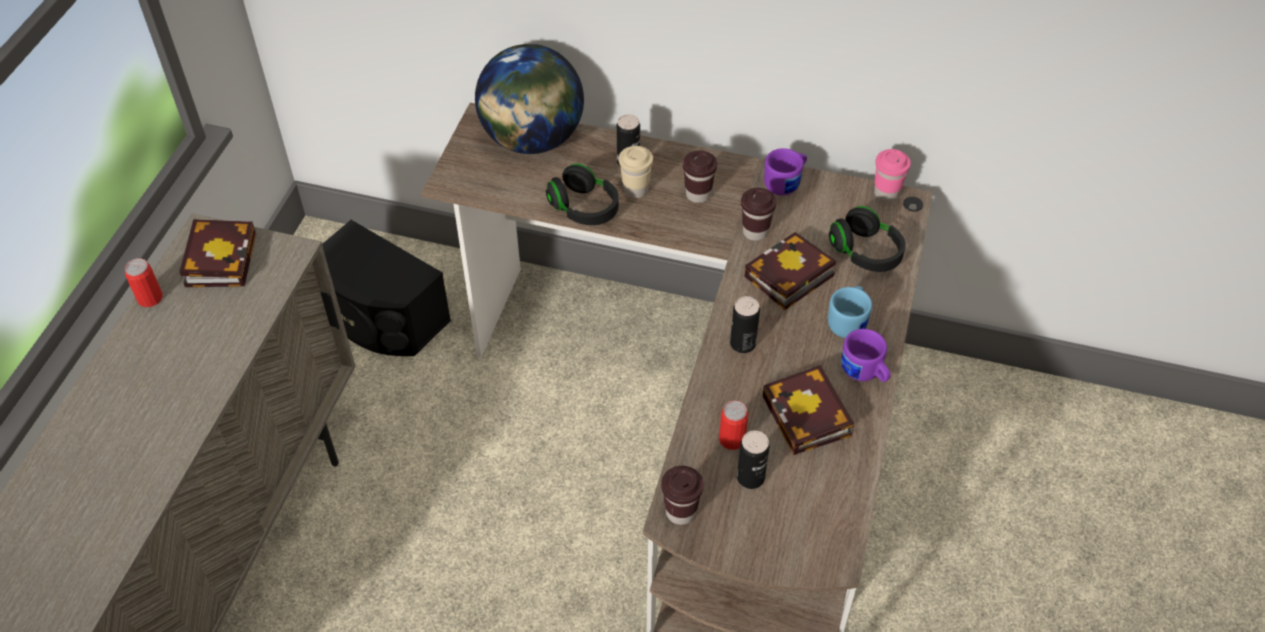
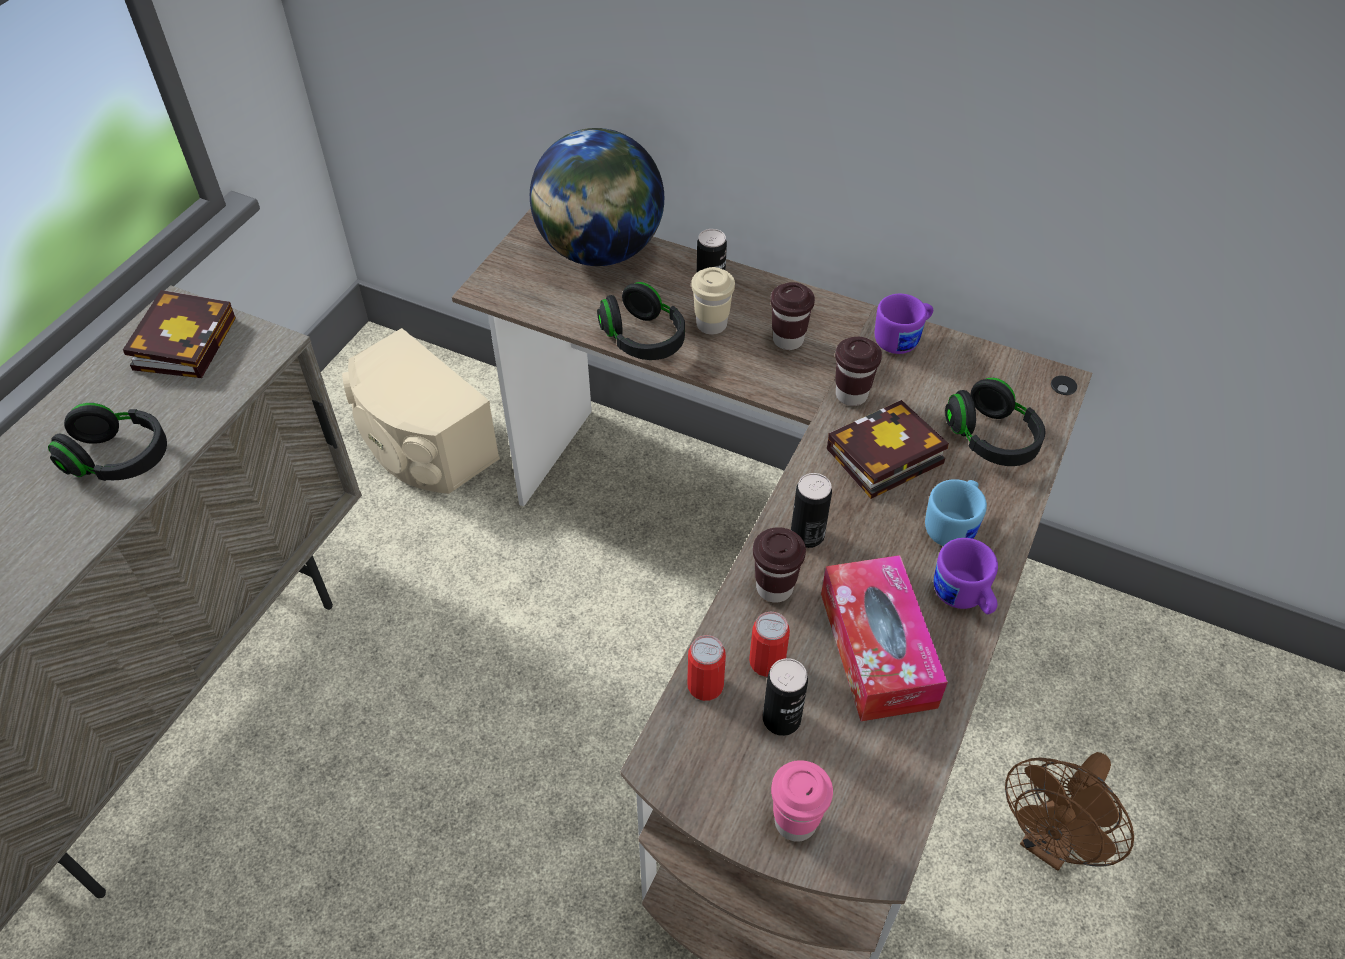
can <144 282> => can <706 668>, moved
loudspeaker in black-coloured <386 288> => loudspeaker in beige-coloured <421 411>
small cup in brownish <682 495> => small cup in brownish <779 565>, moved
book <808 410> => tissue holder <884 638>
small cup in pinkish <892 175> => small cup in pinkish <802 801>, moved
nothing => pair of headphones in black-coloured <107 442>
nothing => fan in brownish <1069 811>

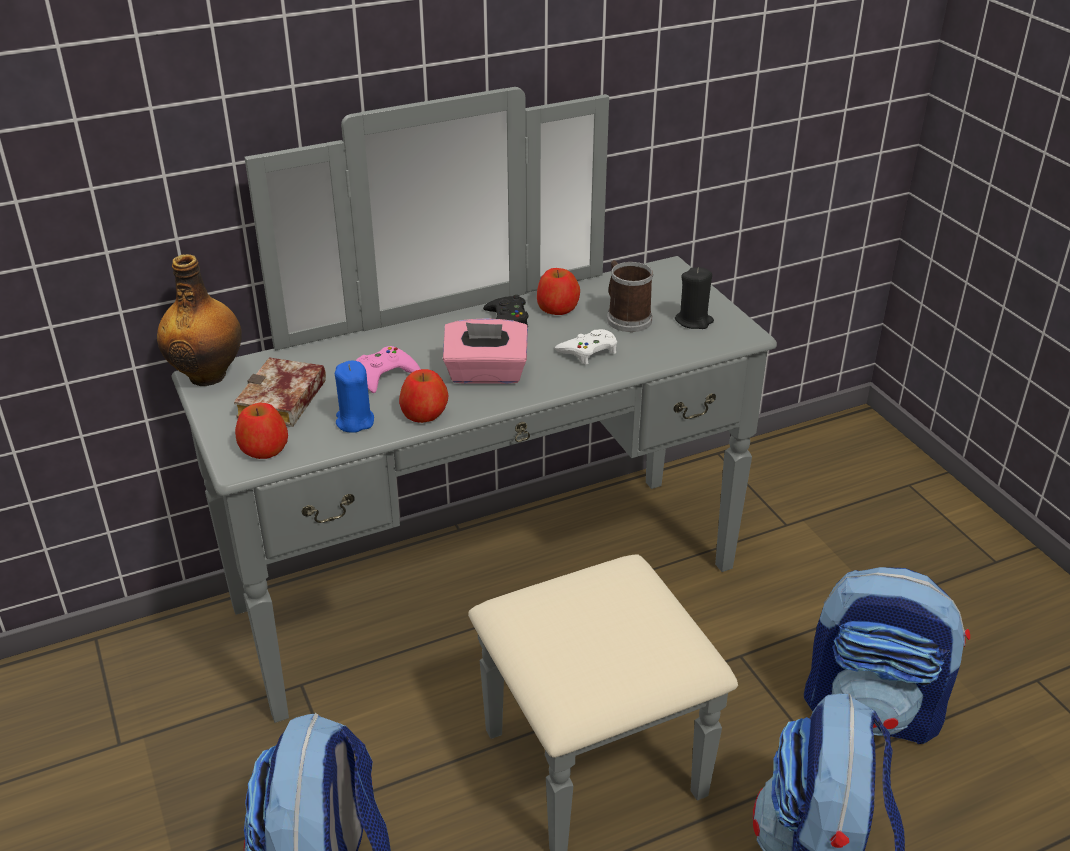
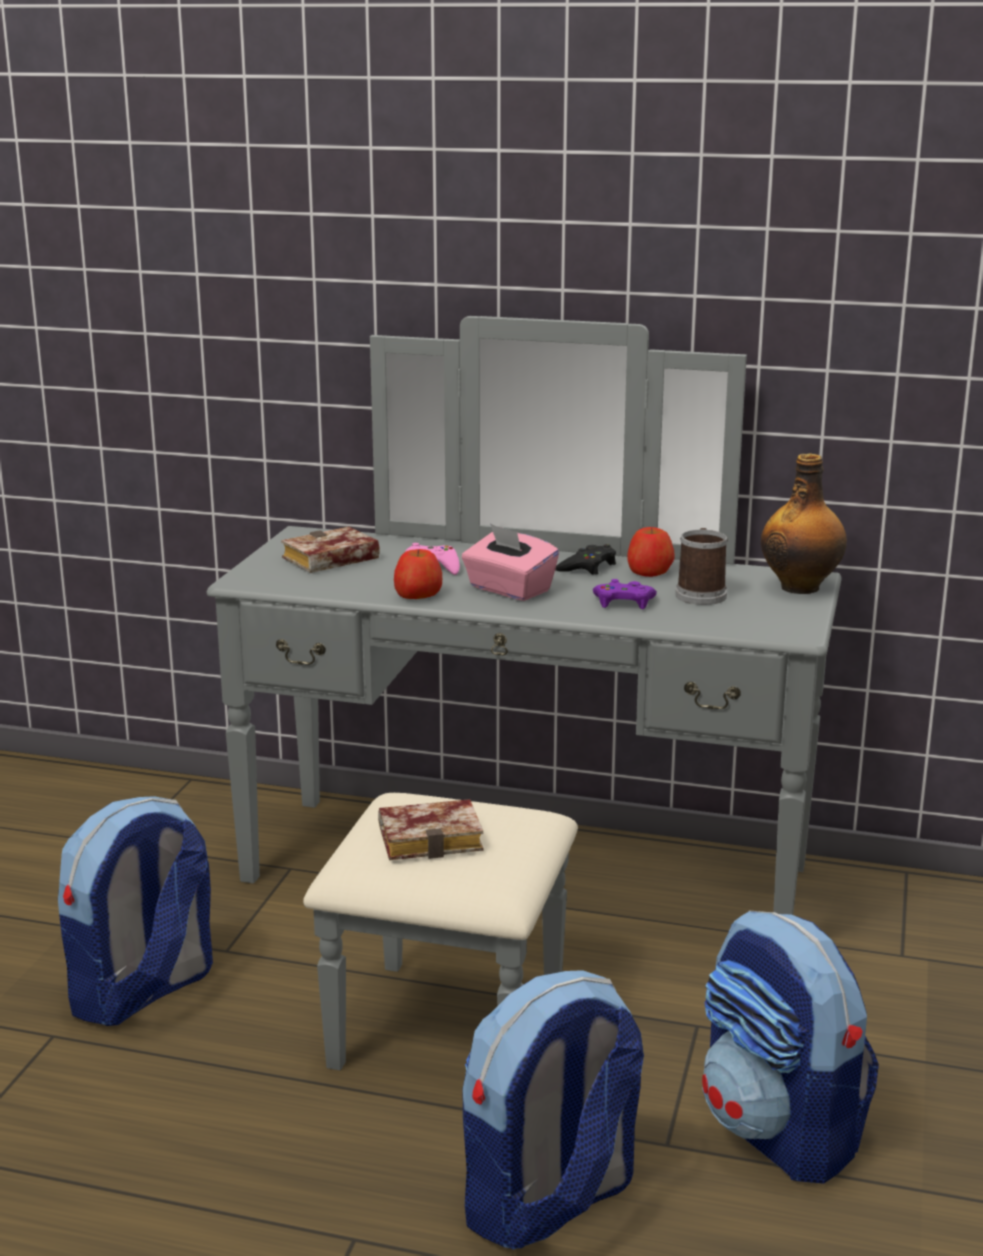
beverage bottle <199 320> => beverage bottle <804 523>, moved
apple <261 431> => nothing
wax candle in bluish <354 397> => nothing
gamepad in whitish <586 347> => gamepad in purple <625 594>
wax candle in black-coloured <694 298> => nothing
nothing => book <430 829>

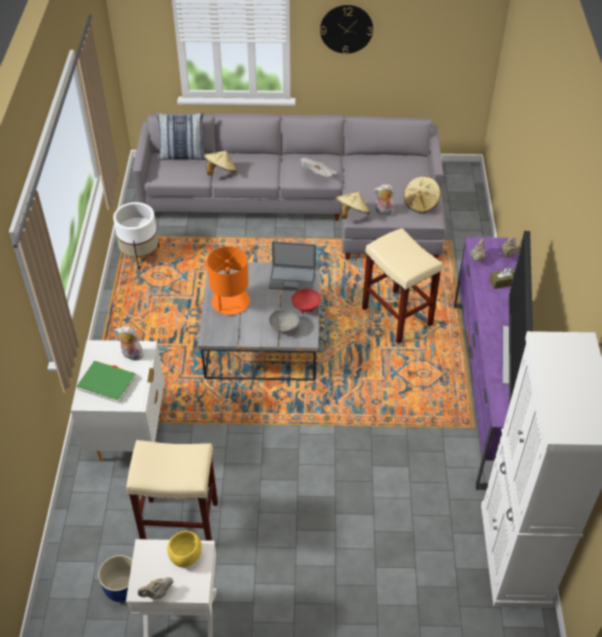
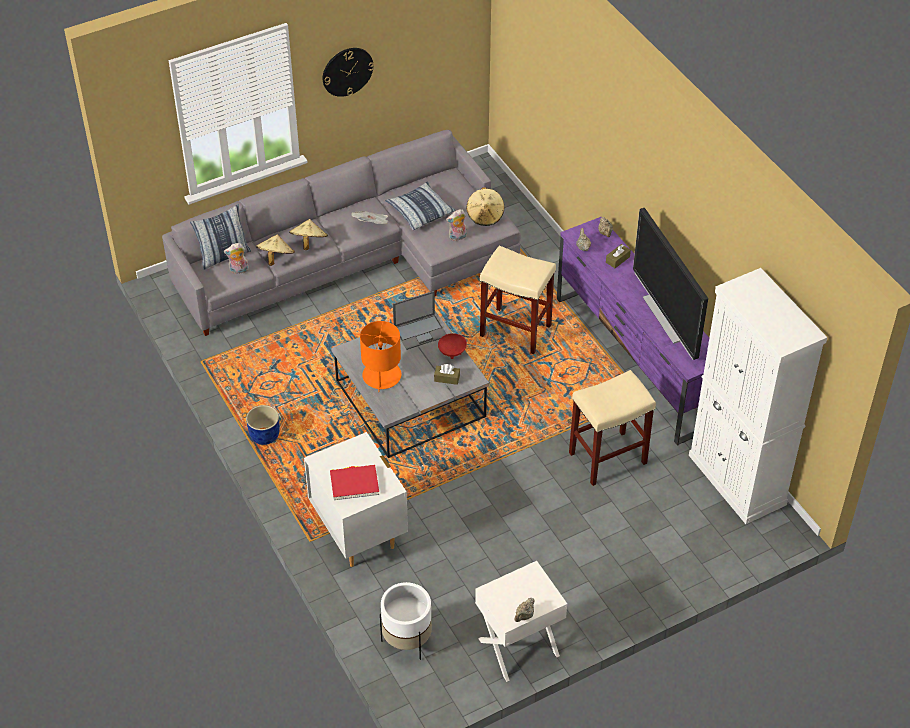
book in green <106 382> => book in red-coloured <354 482>
flower pot in bluish <115 578> => flower pot in bluish <263 425>, moved
flower pot in whitish <136 235> => flower pot in whitish <406 621>, moved
plush toy <129 343> => plush toy <236 258>, moved
sitting stool in beige-coloured <172 490> => sitting stool in beige-coloured <612 428>, moved
bowl in yellowish <184 549> => nothing
bowl in greyish <284 321> => tissue holder in brownish <447 374>
hat in beige-coloured <353 205> => hat in beige-coloured <308 234>, moved
nothing => throw pillow <420 206>

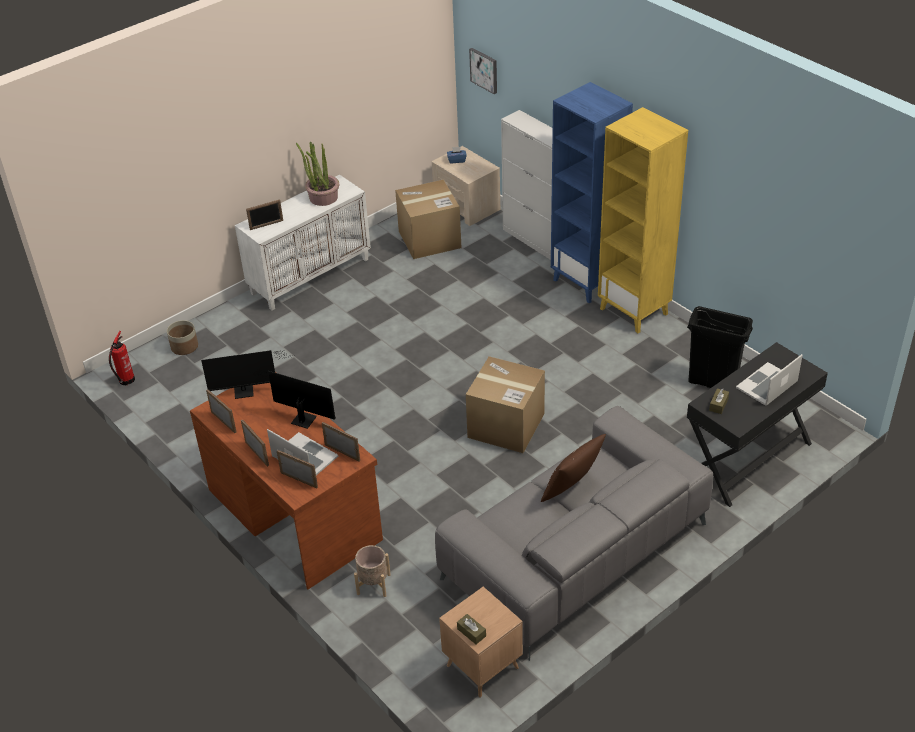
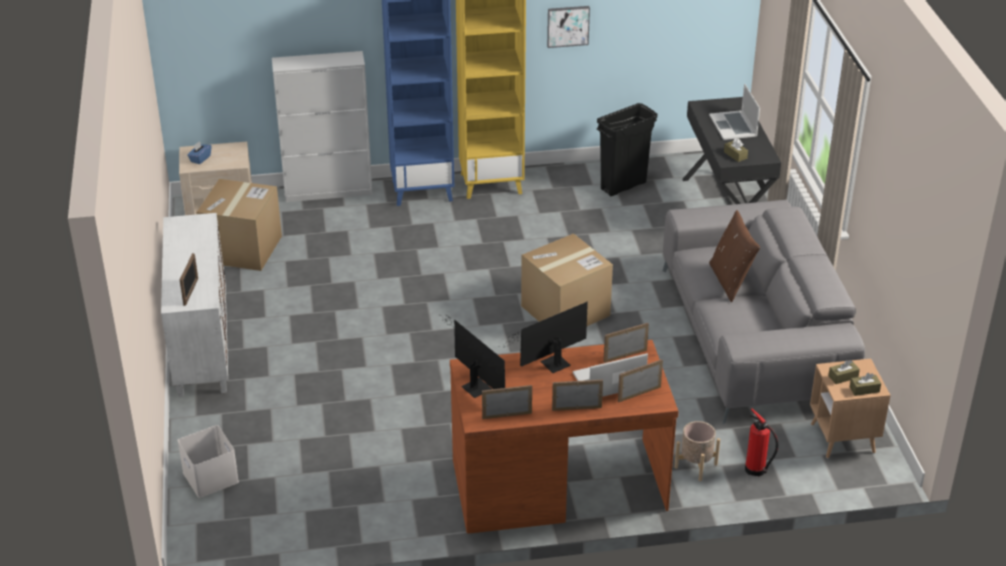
extinguisher <122 358> => extinguisher <761 442>, moved
flower pot <182 337> => storage bin in whitish <208 461>
computer screen <247 374> => computer screen <473 356>, 60 degrees counterclockwise
houseplant <317 173> => nothing
wall art <483 71> => wall art <568 27>, moved
nothing => tissue holder in brownish <844 372>

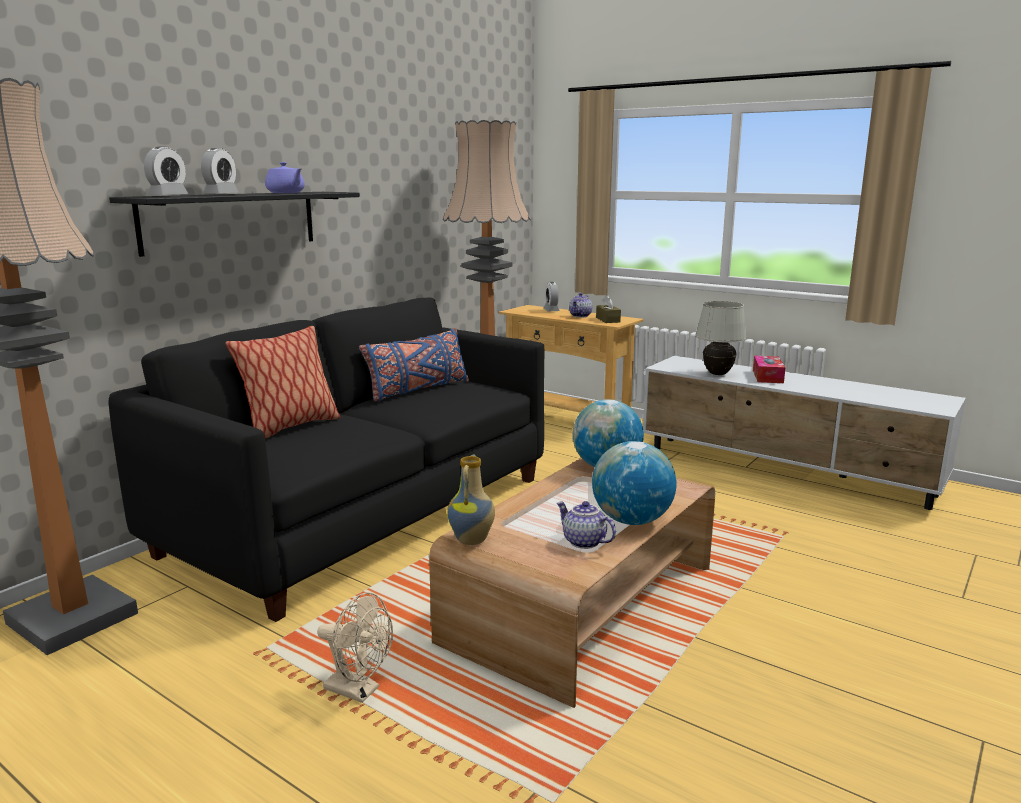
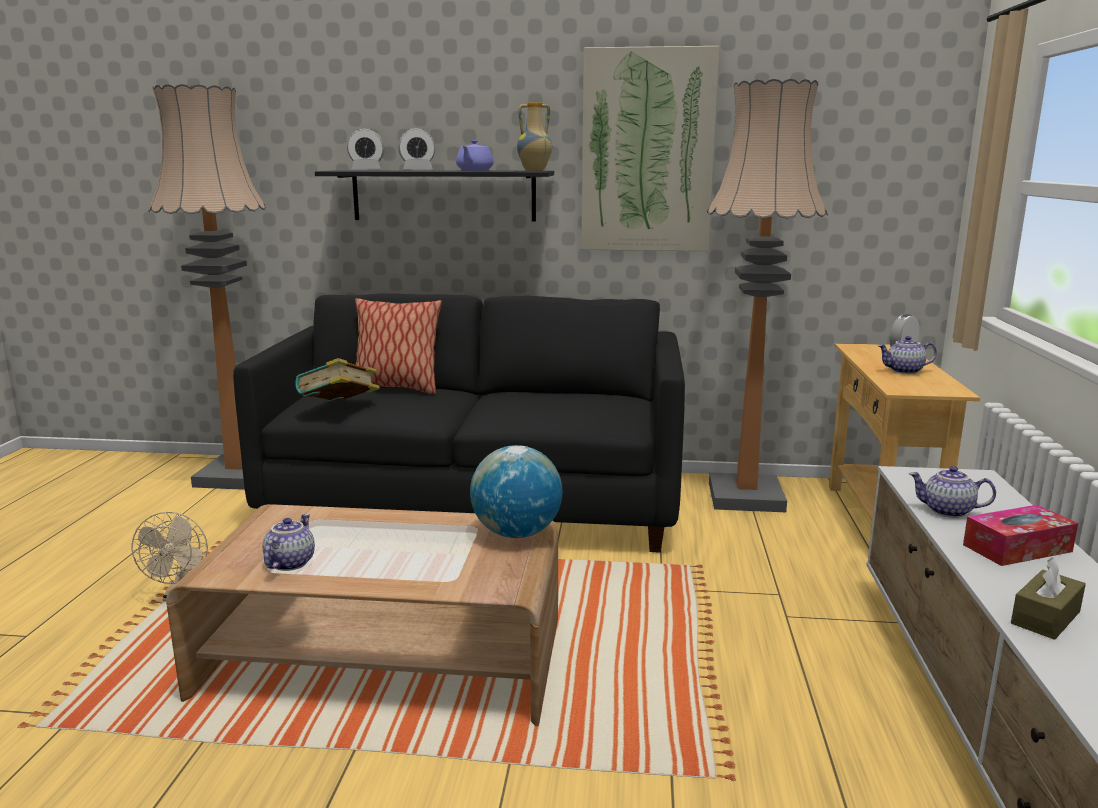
throw pillow in bluish <414 365> => nothing
flower vase <471 499> => flower vase <534 136>, moved
globe <634 483> => nothing
tissue holder in brownish <608 309> => tissue holder in brownish <1048 598>, moved
tabletop lamp in whitish <721 338> => teapot <952 492>
nothing => book <337 380>
nothing => wall art <650 148>

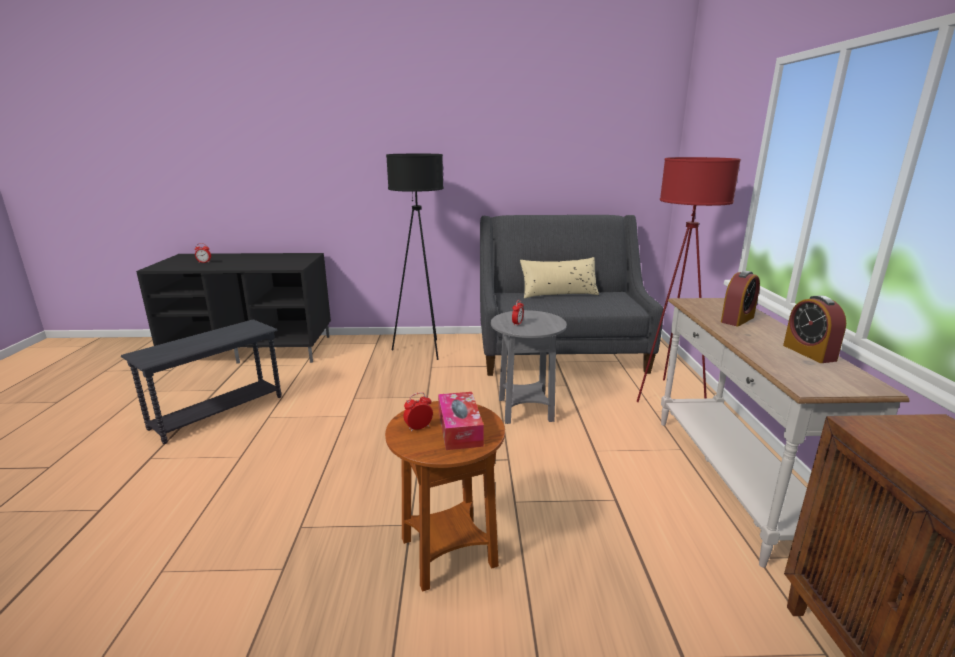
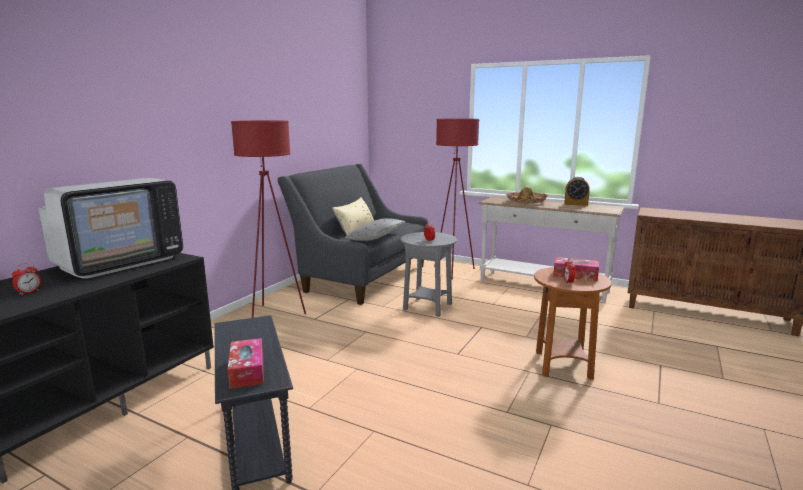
standard lamp in black-coloured <414 257> => standard lamp in red-coloured <268 219>
table clock <740 298> => hat <527 195>
nothing => TV <111 228>
nothing => tissue holder <245 363>
nothing => throw pillow in greyish <375 229>

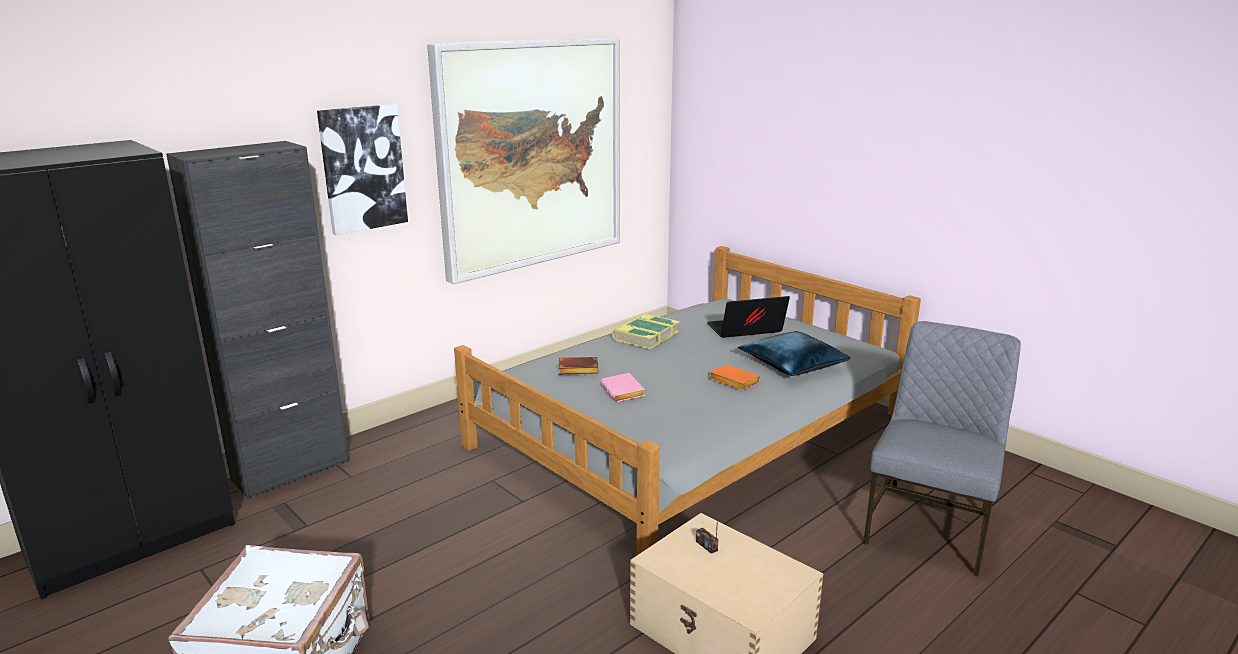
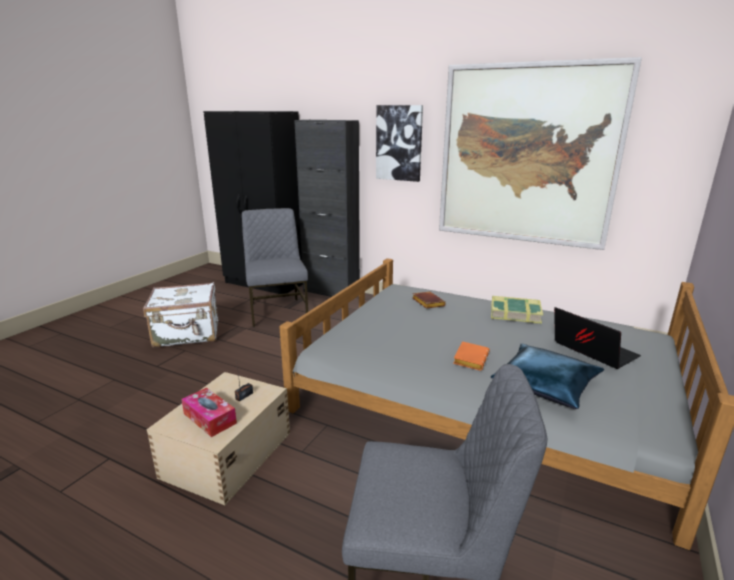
book in pinkish <622 387> => nothing
nothing => tissue holder <209 412>
nothing => chair in greyish <275 267>

